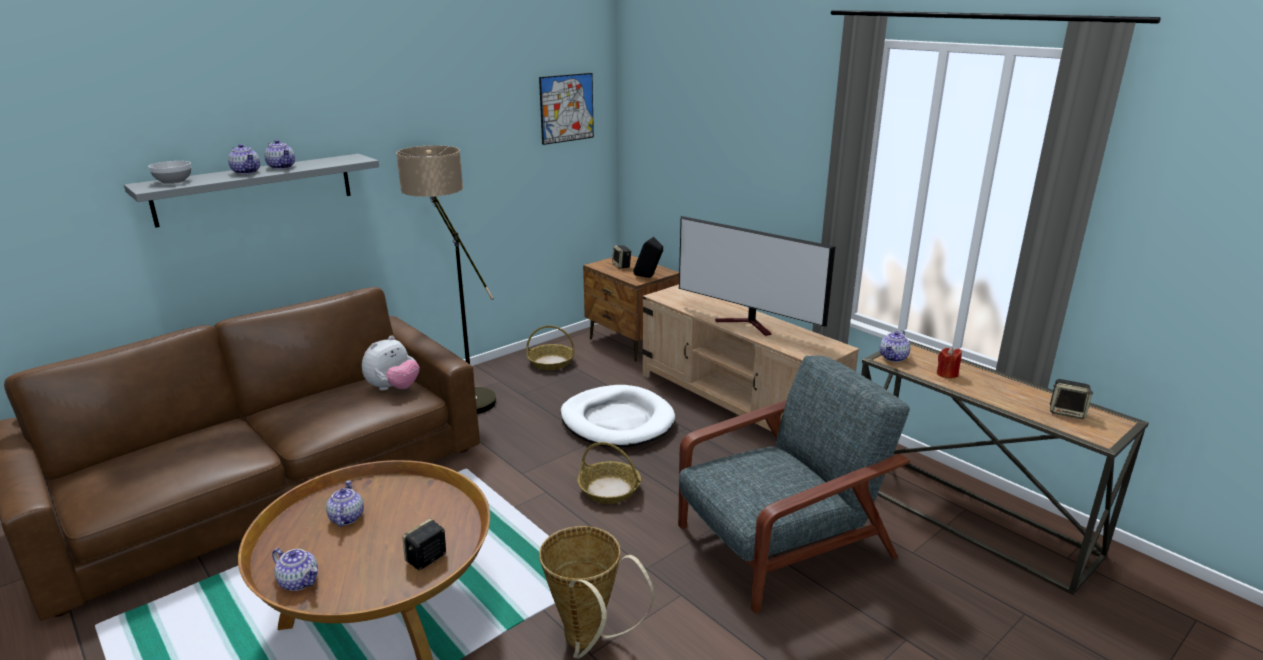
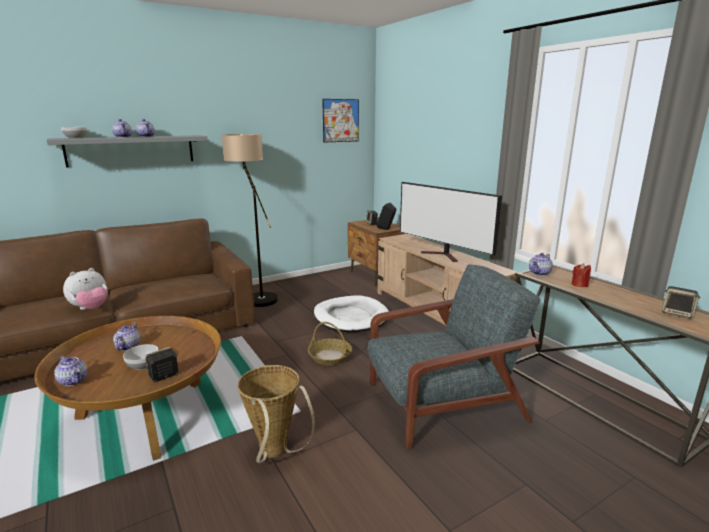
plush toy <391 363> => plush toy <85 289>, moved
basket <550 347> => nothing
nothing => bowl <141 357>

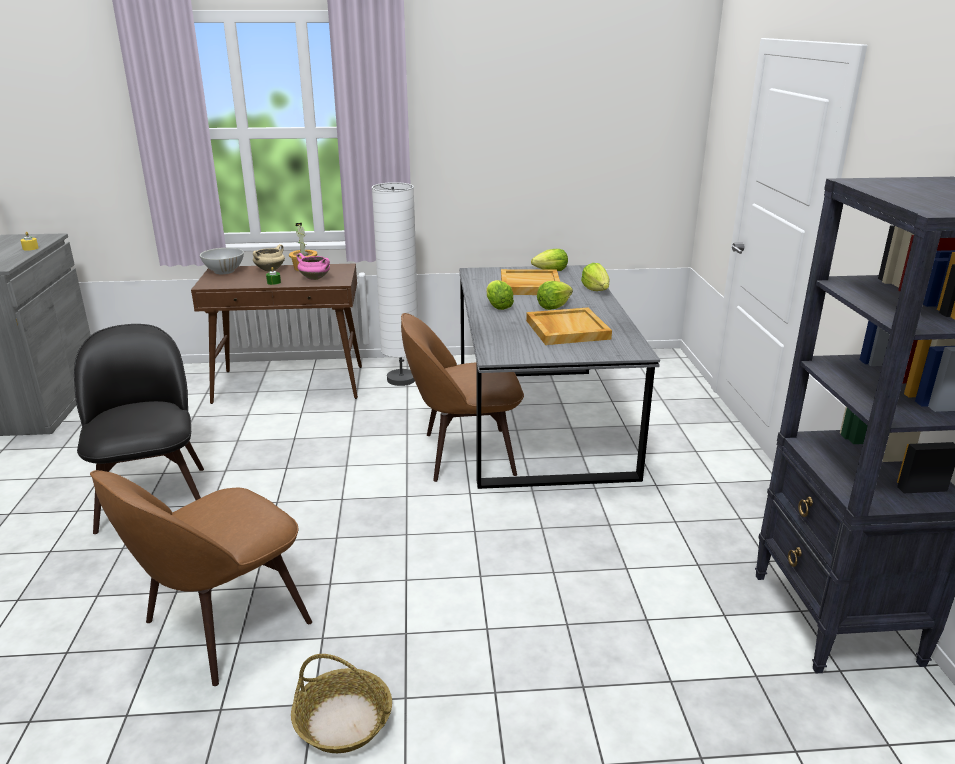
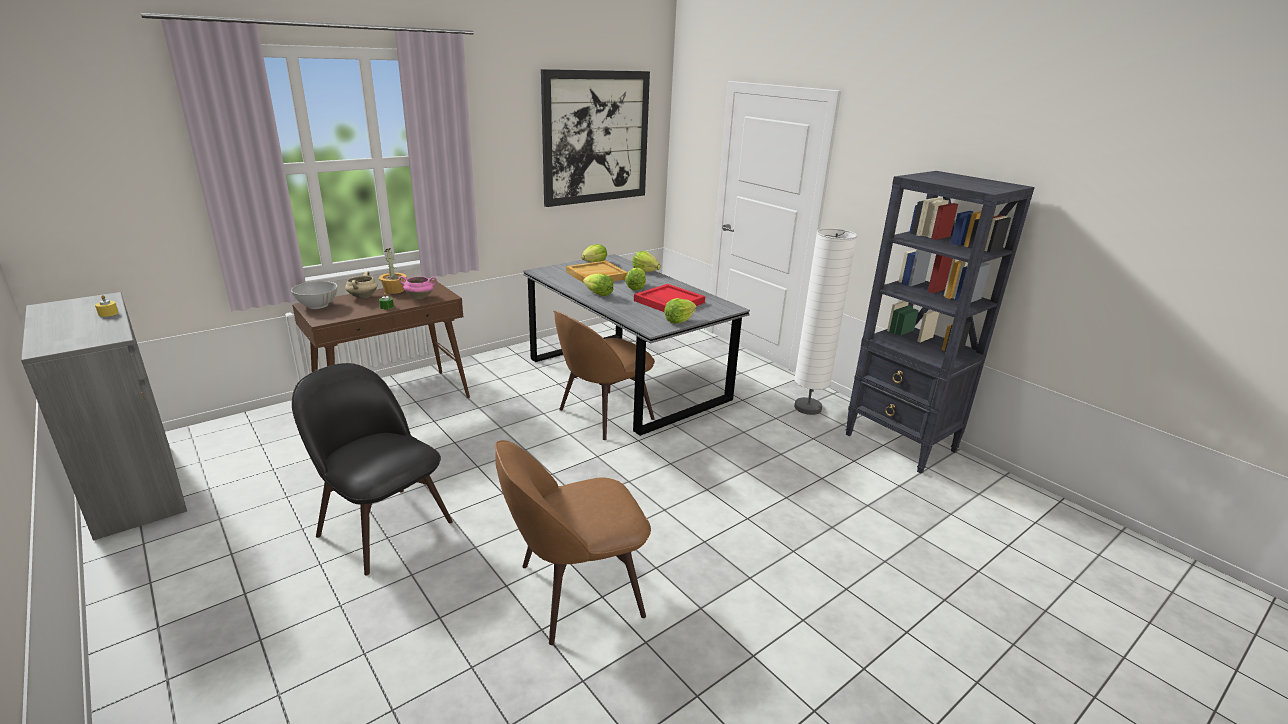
chair in brownish <201 578> => chair in brownish <573 542>, 60 degrees clockwise
basket <341 703> => nothing
standard lamp in whitish <395 284> => standard lamp in whitish <825 321>, moved
tray in beige-coloured <569 326> => tray in red-coloured <669 298>
nothing => wall art <595 138>
nothing => lettuce <680 311>

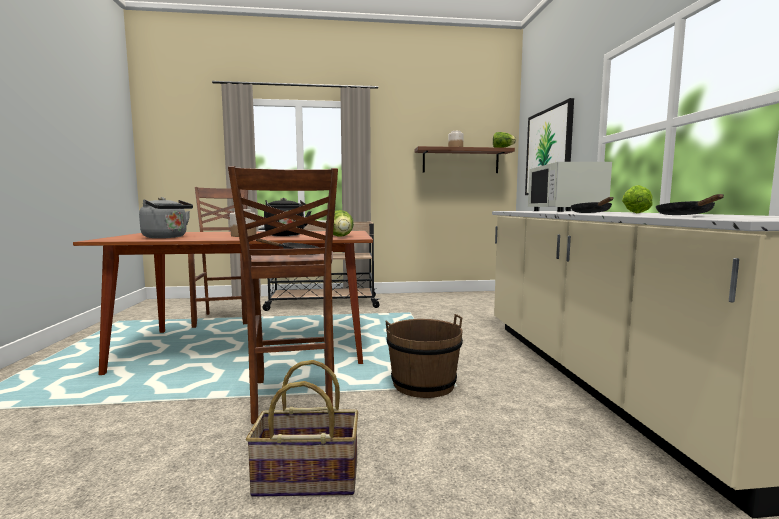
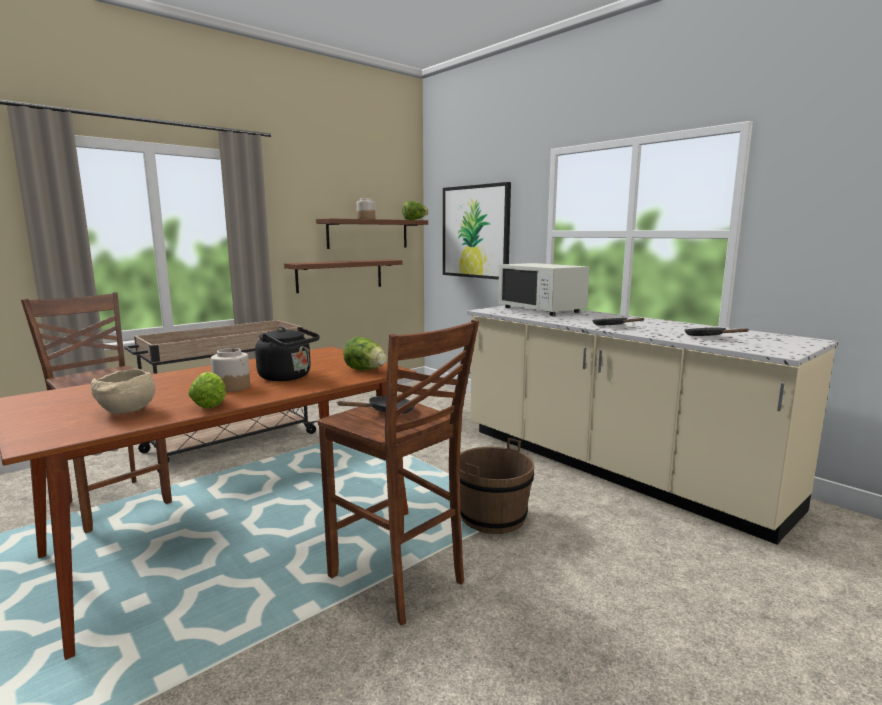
kettle in greyish <166 217> => bowl in beige-coloured <123 391>
basket <302 428> => nothing
lettuce <637 199> => lettuce <207 390>, moved
nothing => wall shelf in brownish <343 276>

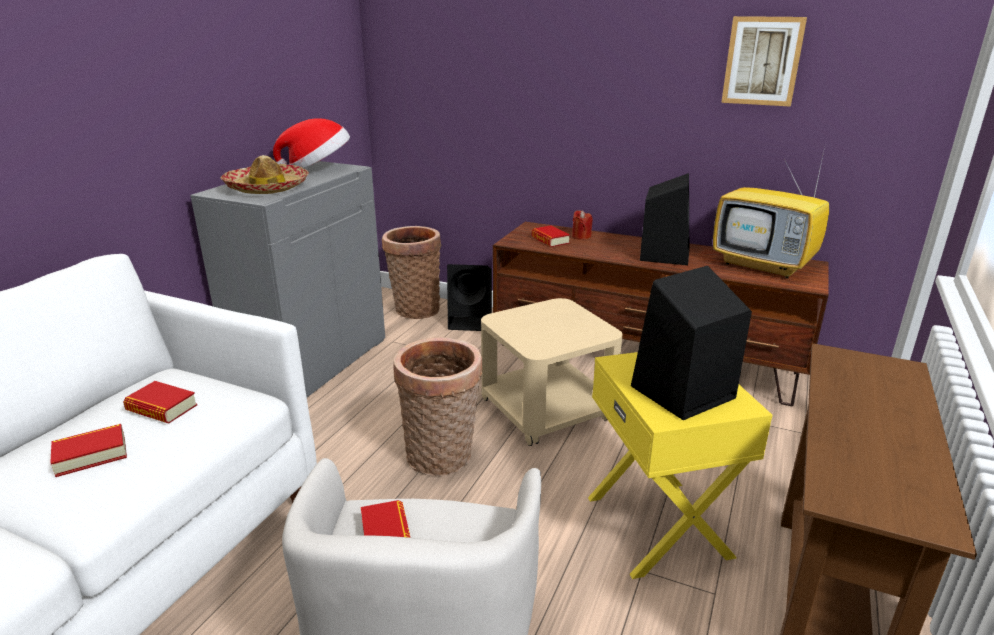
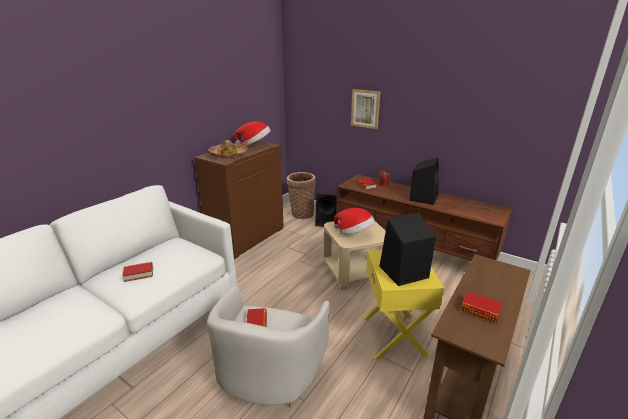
book <160 402> => book <482 307>, moved
cabinet in greyish <287 279> => cabinet in brownish <239 200>
basket <437 407> => nothing
TV <771 212> => nothing
wall art <764 61> => wall art <365 109>, moved
nothing => hat <354 221>

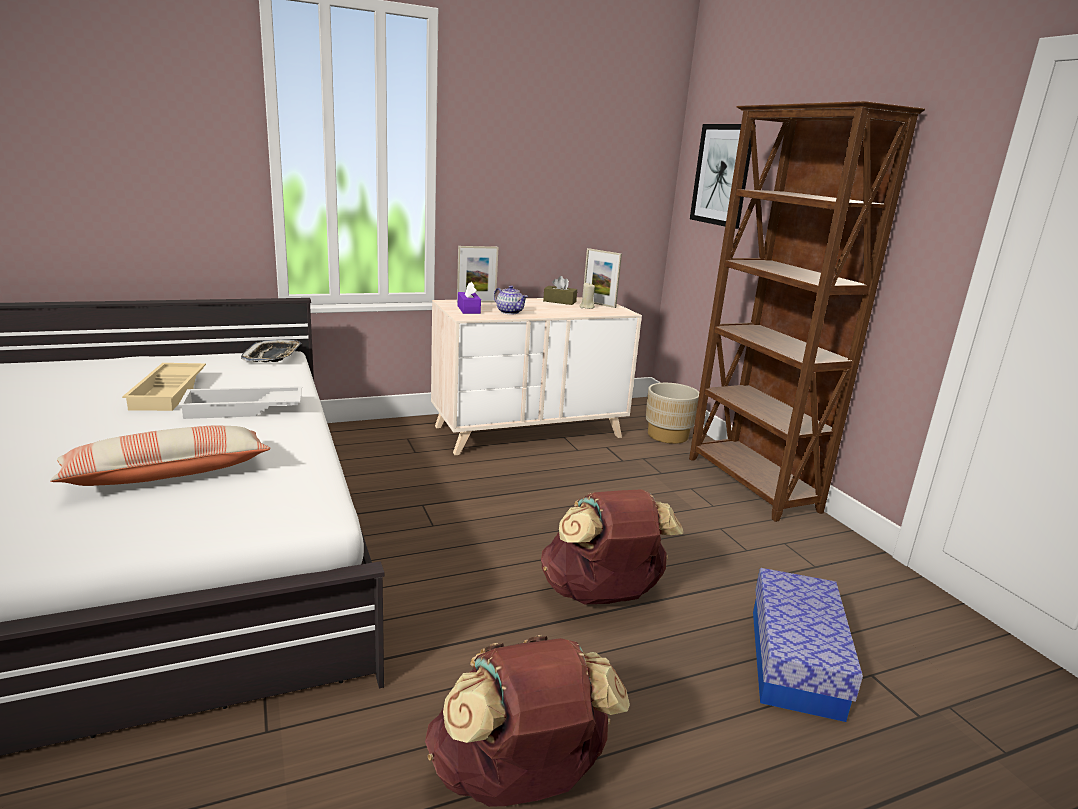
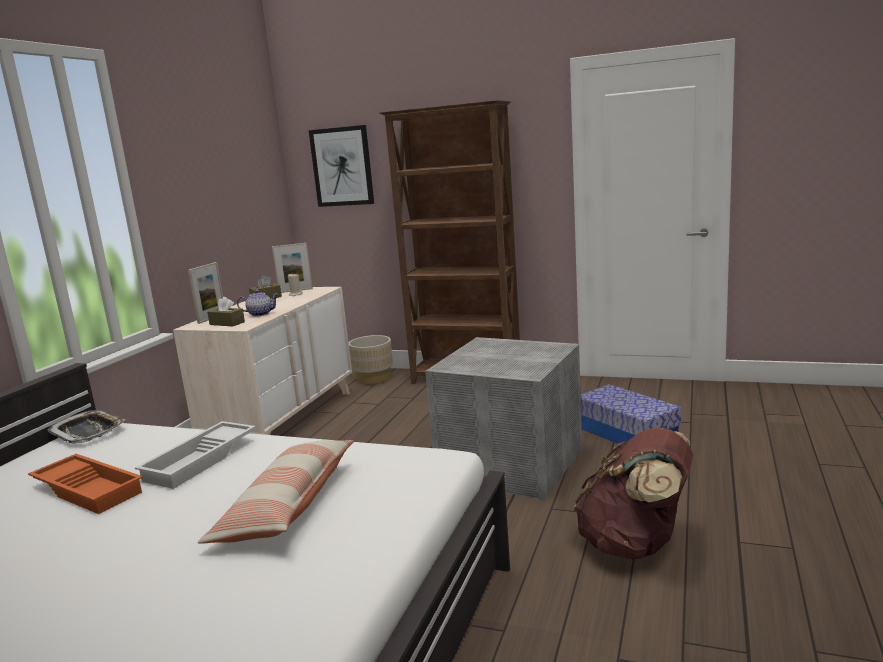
tray in beige-coloured <164 387> => tray in orangey <85 484>
tissue holder in purple <469 298> => tissue holder in brownish <226 312>
knapsack in brownish <612 547> => storage bin in greyish <503 418>

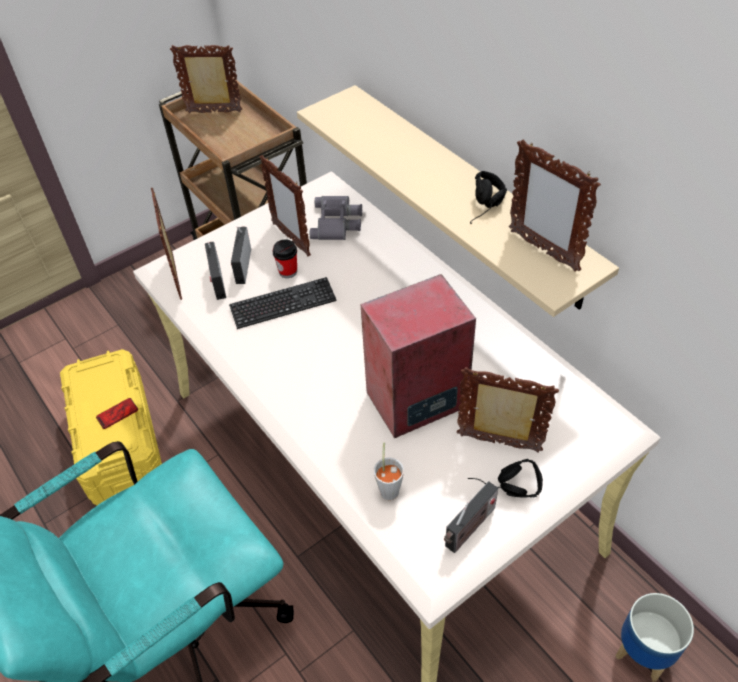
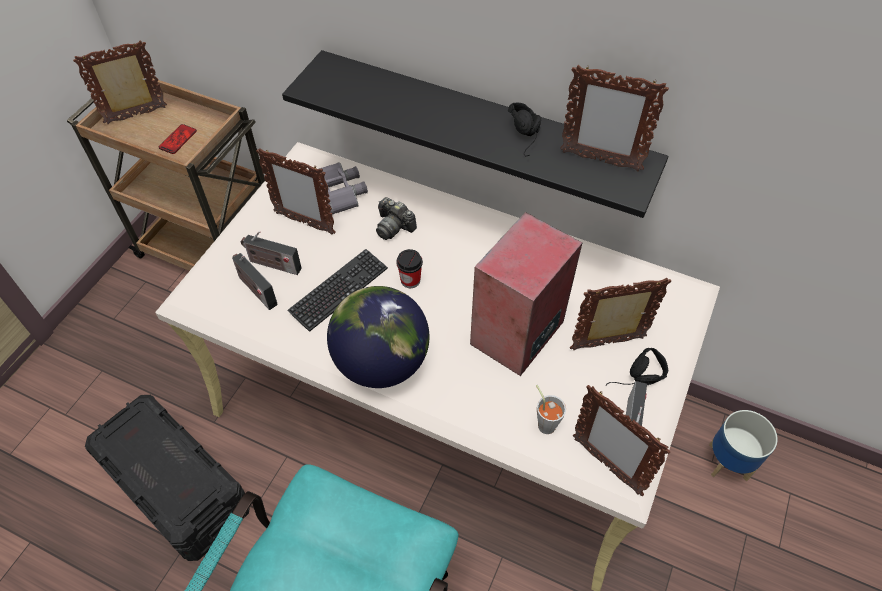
storage bin in yellowish <111 427> => storage bin in black-coloured <167 478>
telephone <117 413> => telephone <178 139>, moved
picture frame <166 244> => picture frame <621 441>, moved
radio <241 255> => radio <271 253>, 45 degrees counterclockwise
small cup <285 259> => small cup <409 268>, moved
wall shelf in beige-coloured <458 201> => wall shelf in black-coloured <475 134>
nothing => globe <378 337>
nothing => still camera <396 218>

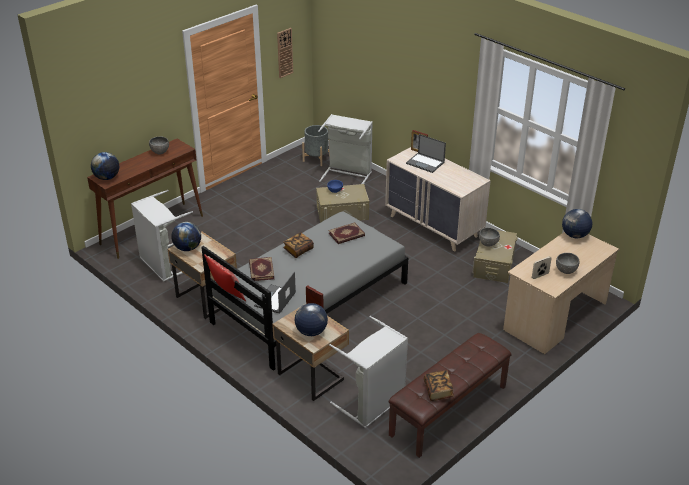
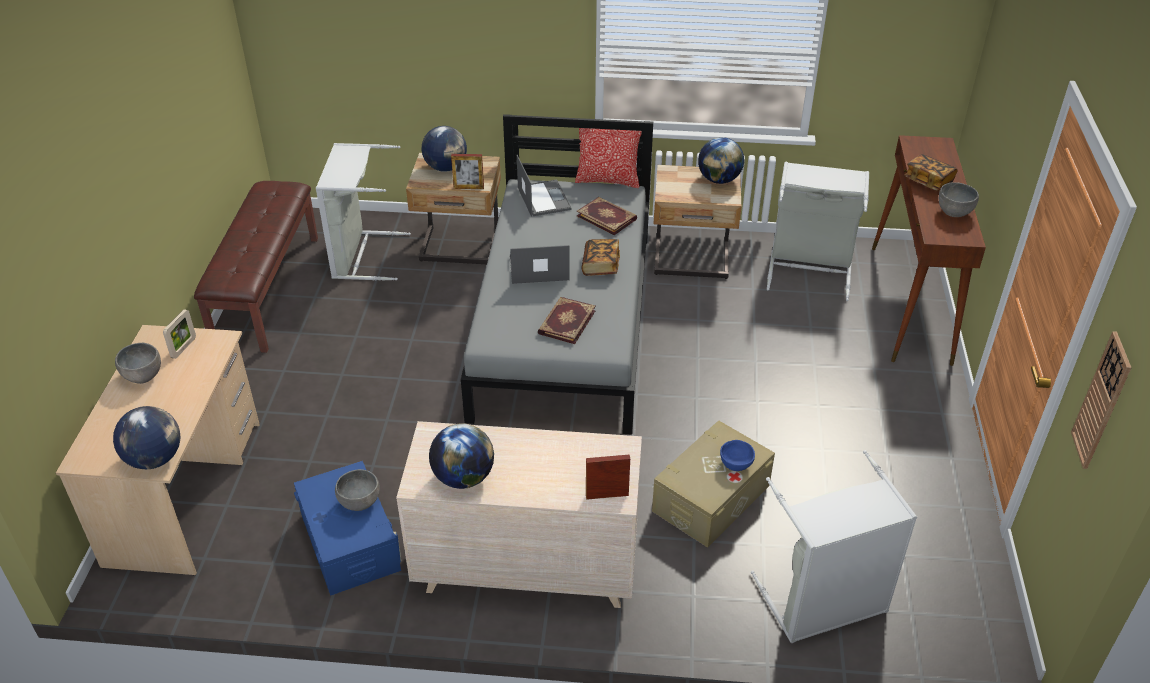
globe <105 166> => globe <461 456>, moved
flower pot in greyish <316 145> => nothing
laptop <426 153> => laptop <539 264>, moved
book <439 385> => book <930 172>, moved
storage bin in beige-coloured <495 256> => storage bin in bluish <348 528>

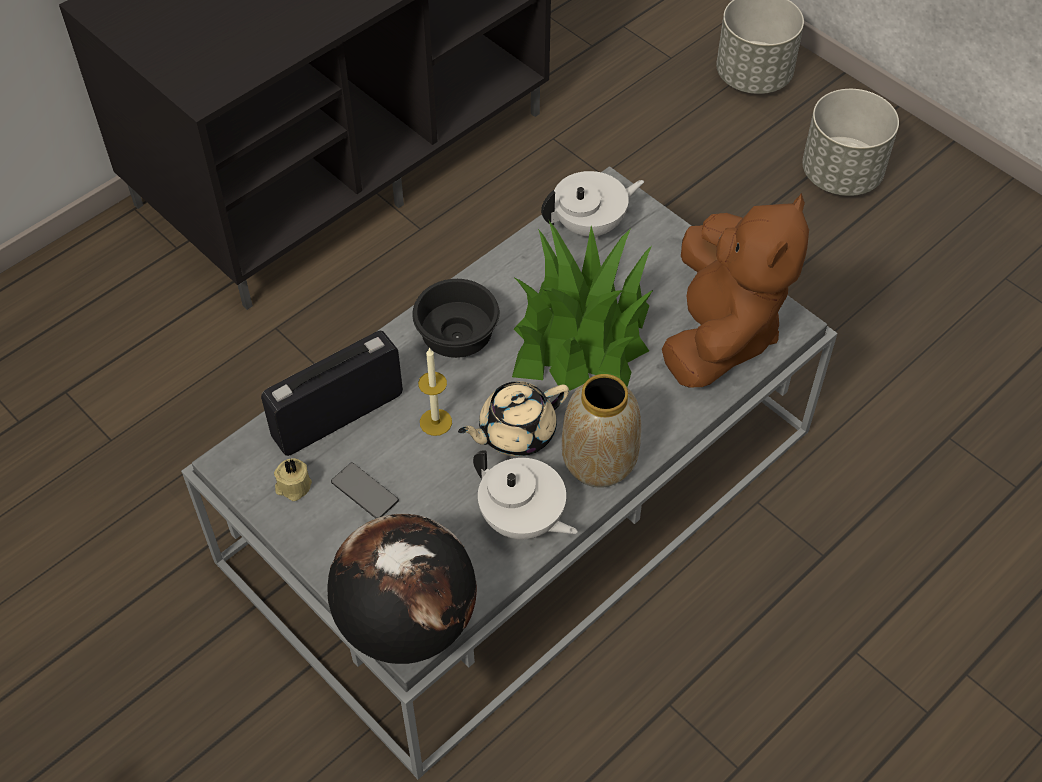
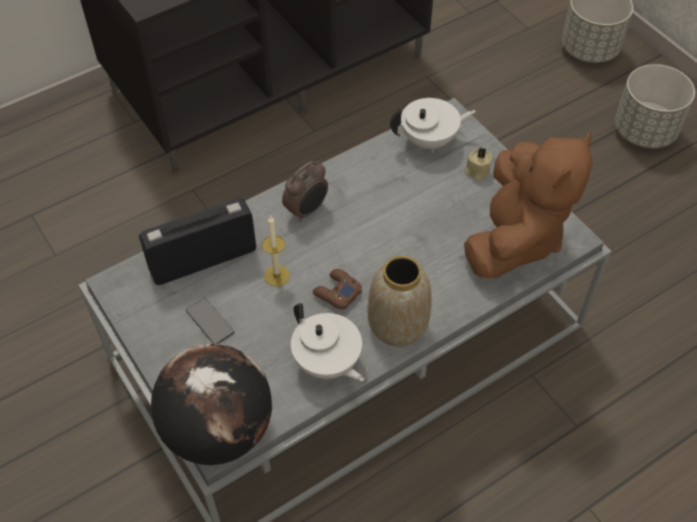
wax candle in beige-coloured <293 479> => wax candle in beige-coloured <478 163>, moved
bowl in black-coloured <456 318> => table clock <305 191>
teapot in beige-coloured <513 418> => gamepad in brownish <337 289>
houseplant <582 306> => nothing

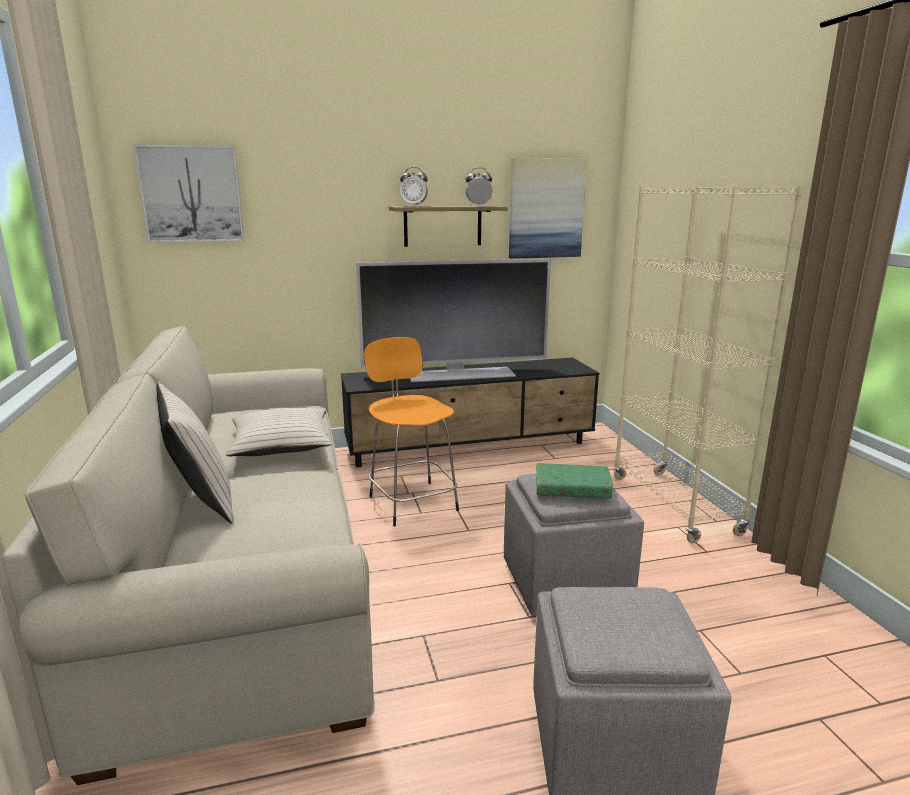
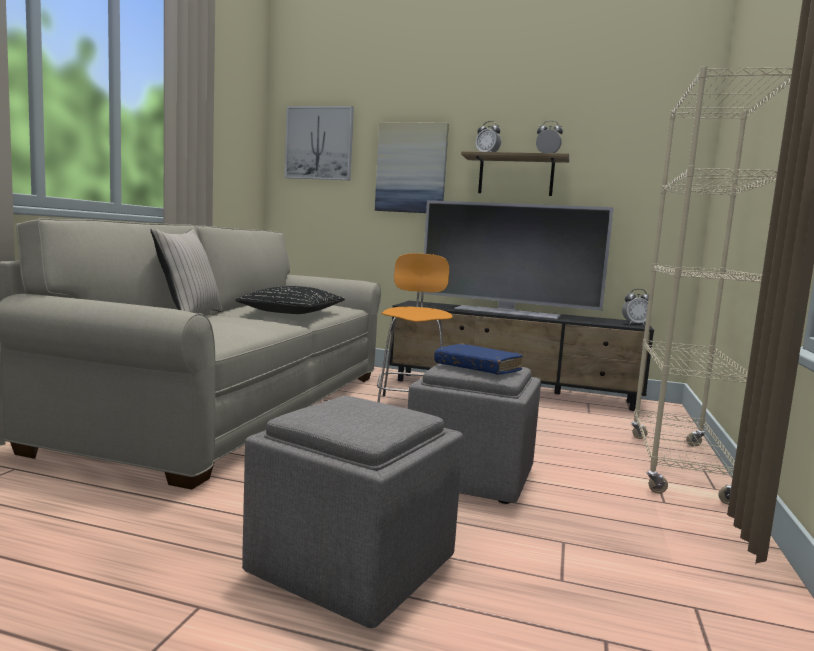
throw pillow in beige-coloured <279 432> => throw pillow in black-coloured <290 300>
wall art <548 208> => wall art <412 167>, moved
book in green <574 480> => book in bluish <478 359>
nothing => table clock <635 307>

